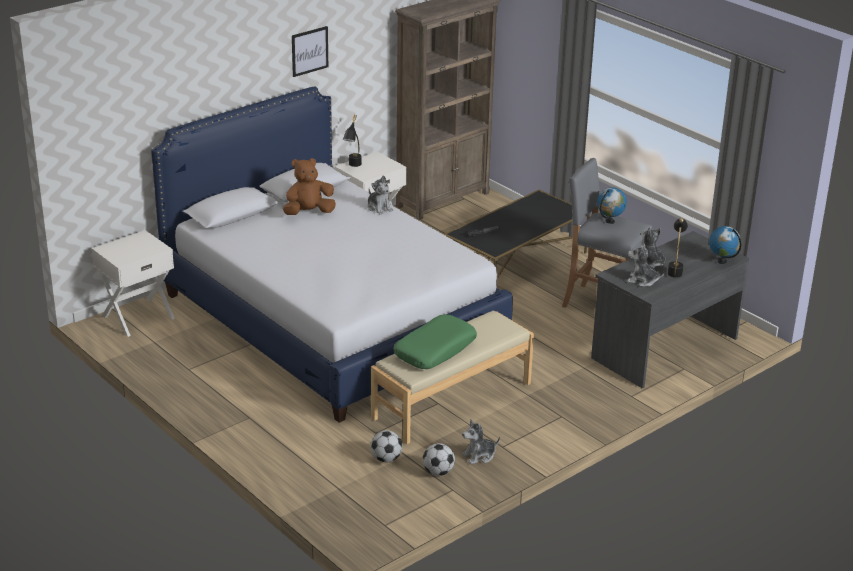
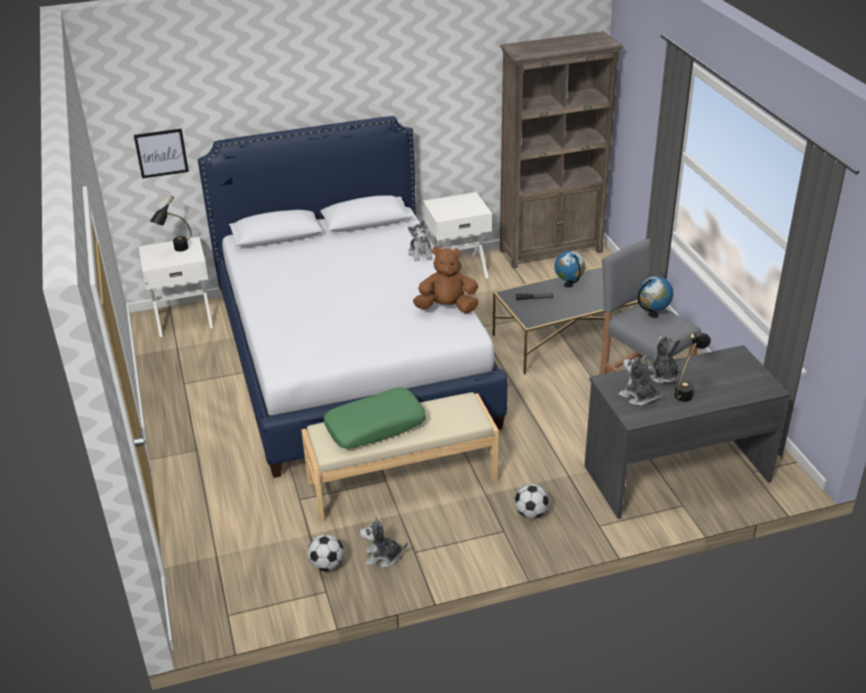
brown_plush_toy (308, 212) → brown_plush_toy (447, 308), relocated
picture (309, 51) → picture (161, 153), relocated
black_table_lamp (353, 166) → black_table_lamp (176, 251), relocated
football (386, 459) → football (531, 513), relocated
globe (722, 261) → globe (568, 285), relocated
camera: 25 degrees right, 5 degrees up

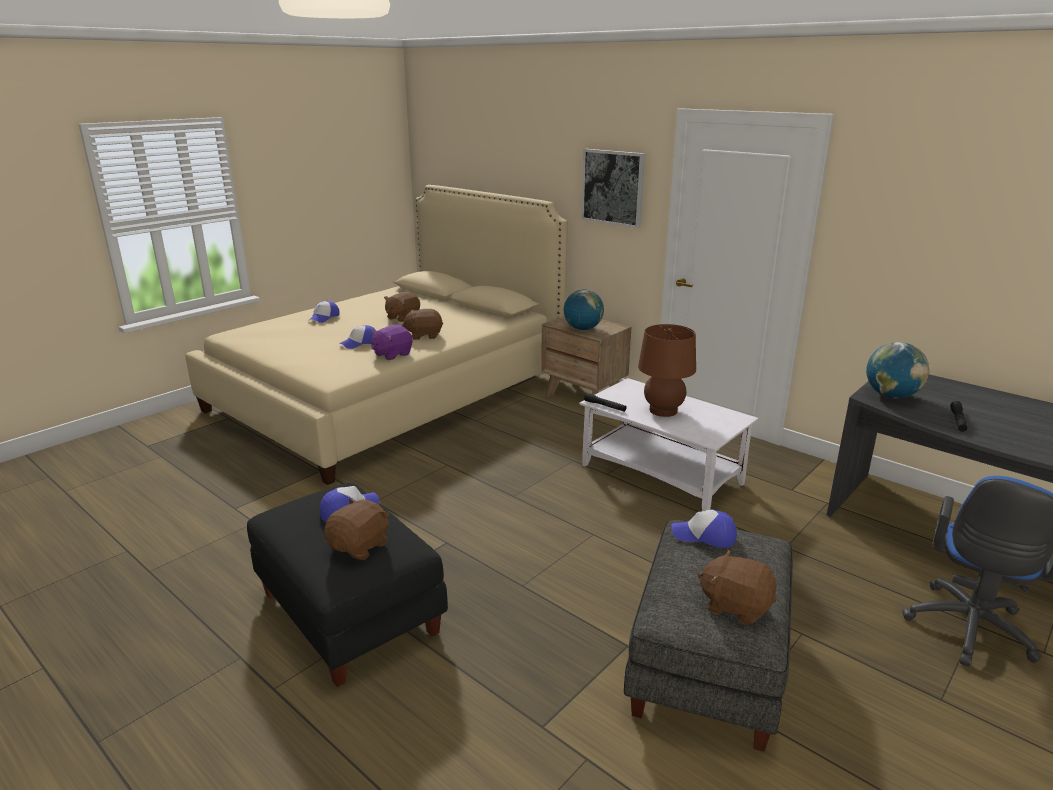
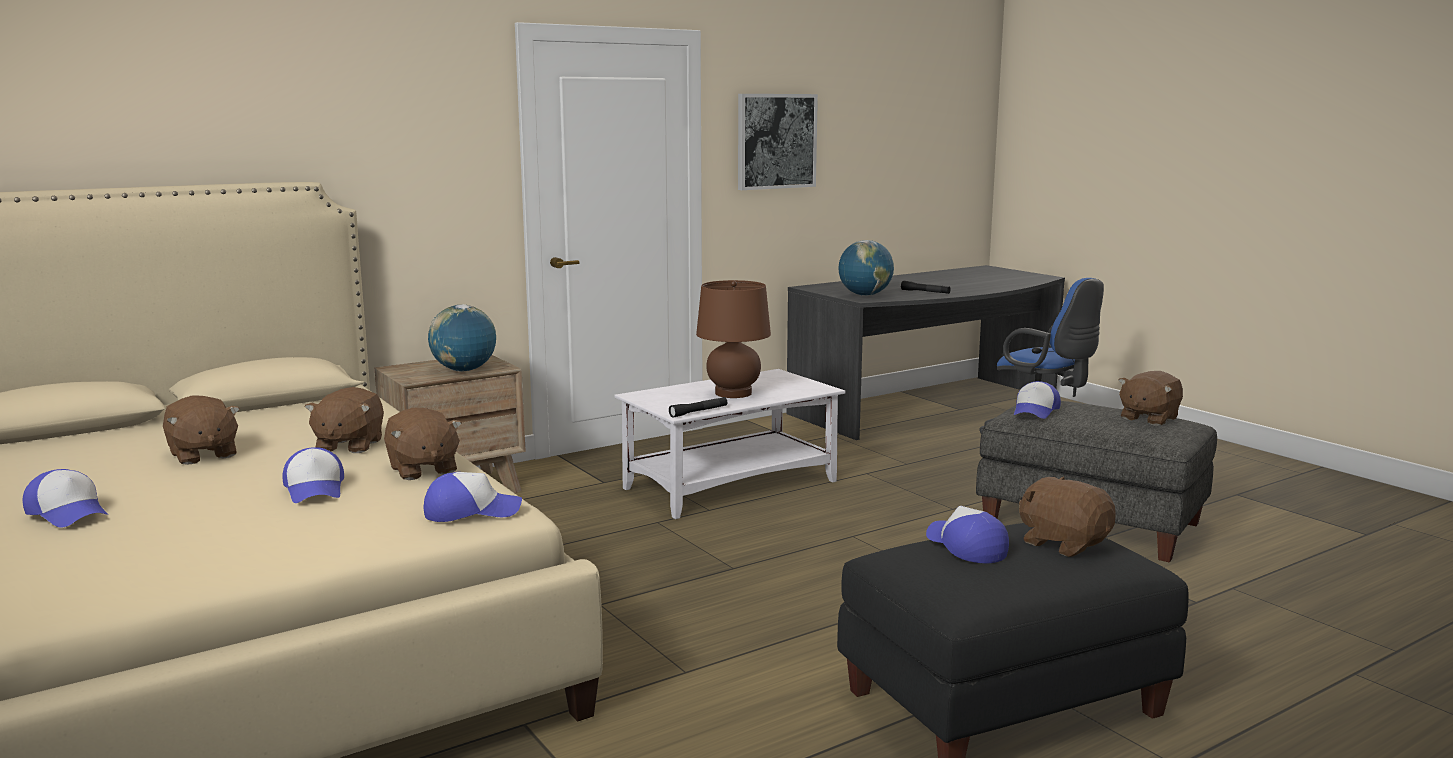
purple_plush_toy (392, 354) → brown_plush_toy (422, 470)
picture (613, 187) → picture (776, 141), relocated
- → cap (471, 512)
camera: 75 degrees left, 10 degrees down

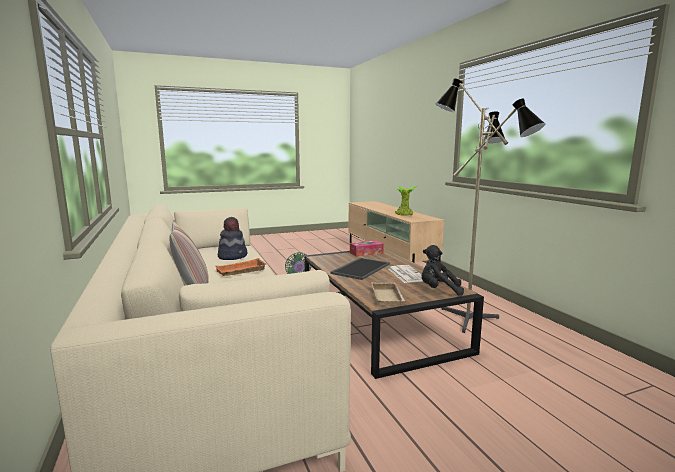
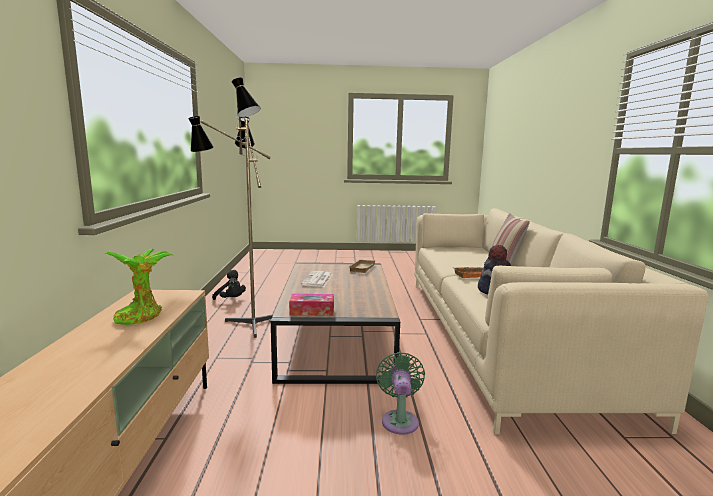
tray (360, 268) → -
black_plush_toy (439, 290) → black_plush_toy (231, 299), relocated
camera: 160 degrees left, 0 degrees up

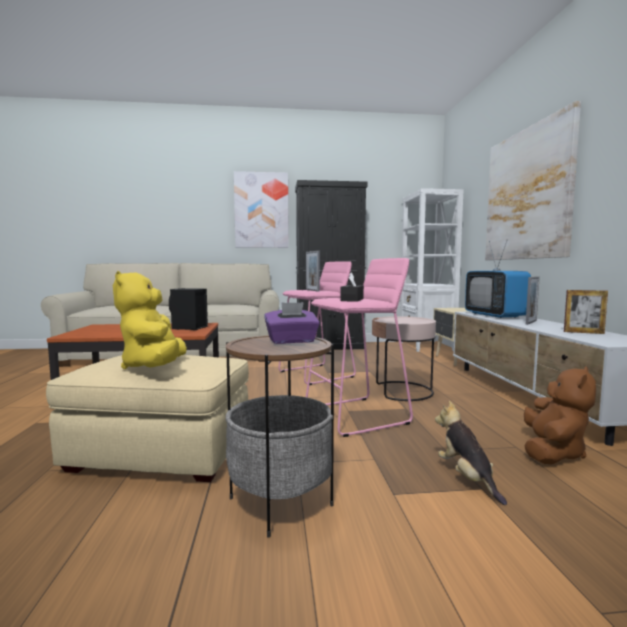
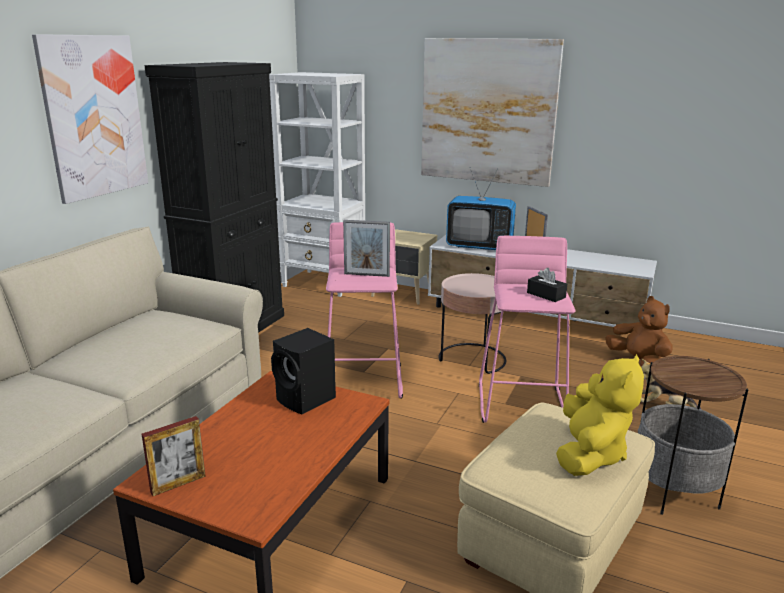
yellow_plush_toy (154, 367) → yellow_plush_toy (590, 454), 90 degrees counterclockwise
purple_tissue_box (292, 341) → -
picture_frame (583, 332) → picture_frame (178, 484), relocated
camera: 60 degrees left, 15 degrees up

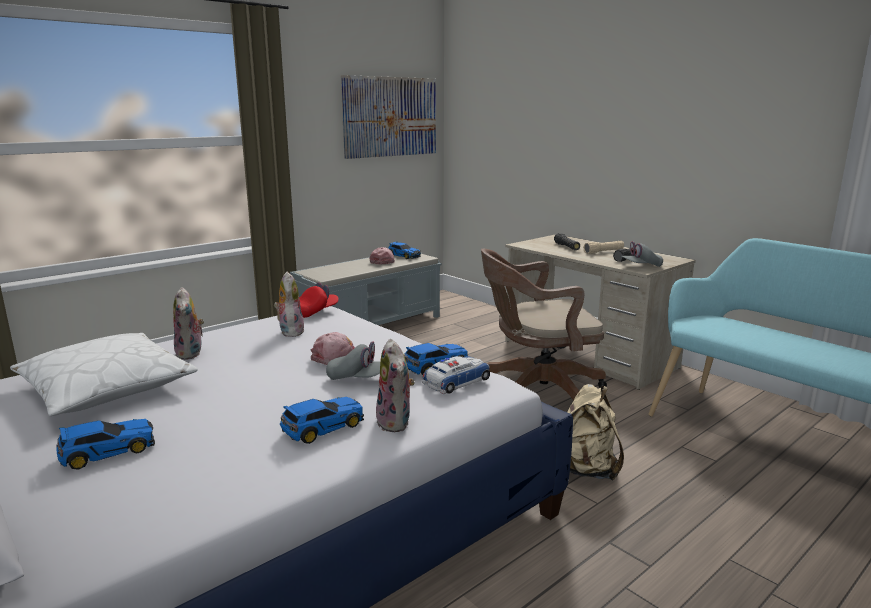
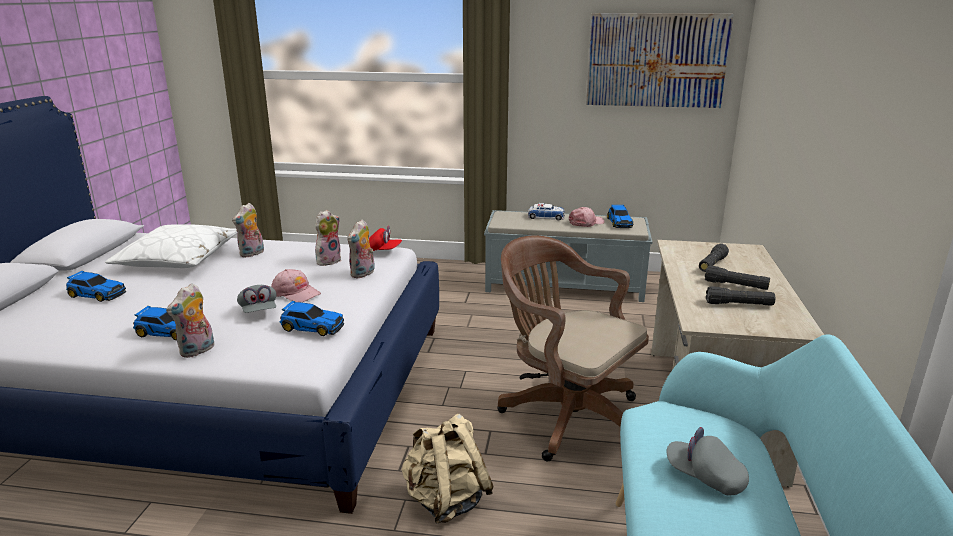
toy_car (457, 381) → toy_car (546, 217), relocated
beige_flashlight (603, 252) → black_flashlight (735, 285)
grey_cap (640, 266) → grey_cap (705, 477), relocated
- → plush_toy (363, 274)
camera: 50 degrees right, 5 degrees up

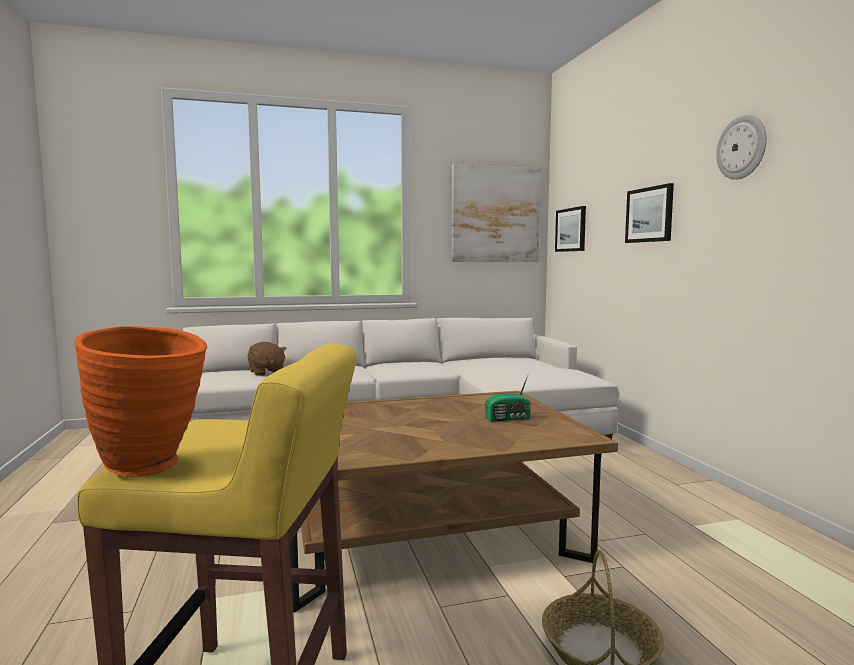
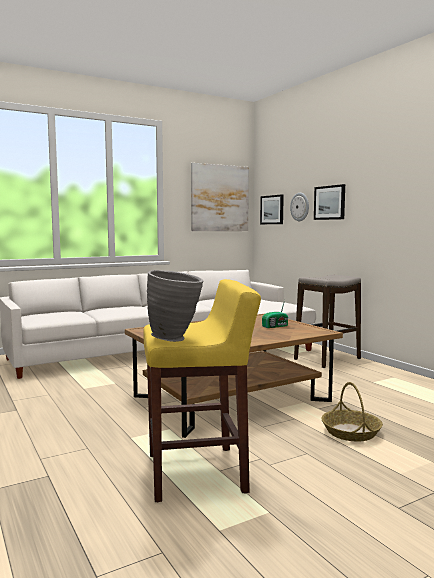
orange_vase (152, 469) → grey_vase (176, 339)
brown_plush_toy (266, 372) → -
wall_clock (742, 147) → wall_clock (300, 207), relocated
- → stool (327, 359)
camera: 15 degrees left, 0 degrees up

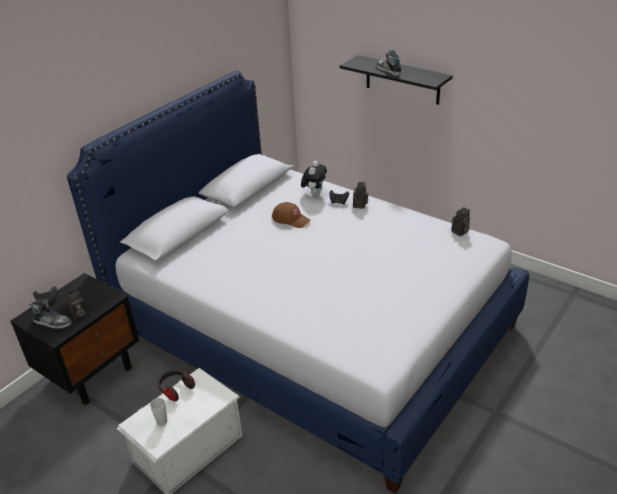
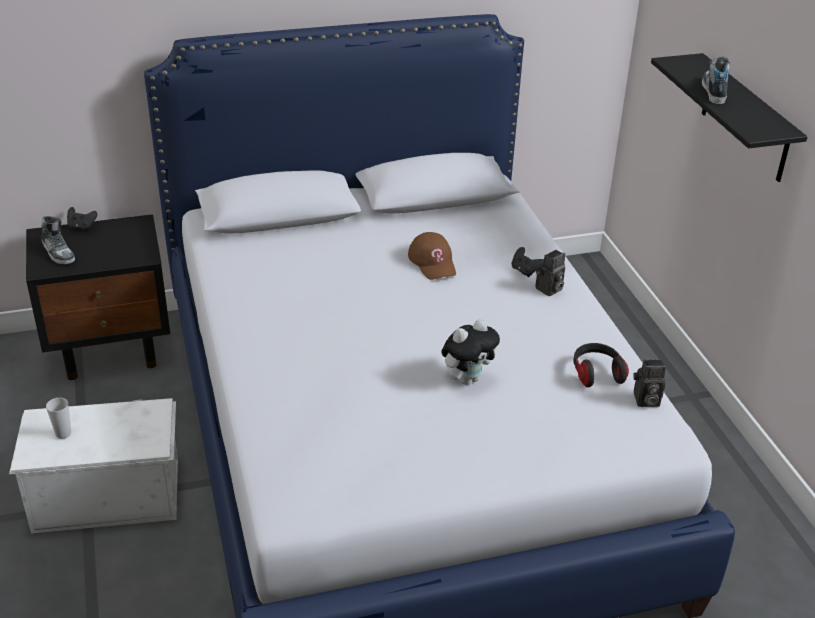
photo_camera (78, 314) → -
headphones (175, 389) → headphones (596, 373), relocated
plush_toy (314, 194) → plush_toy (467, 378), relocated
camera: 35 degrees right, 0 degrees up

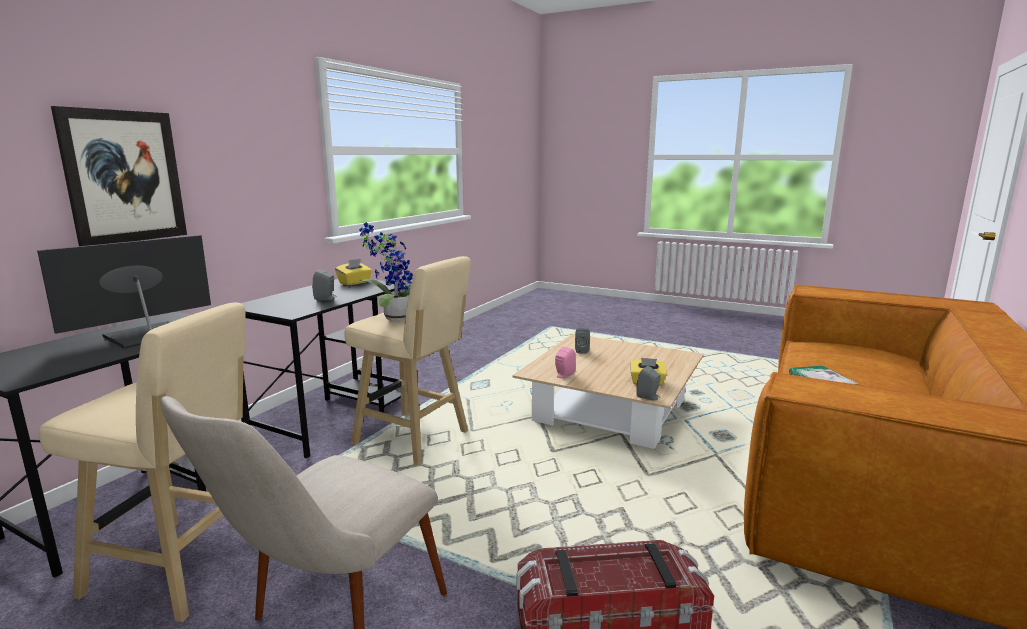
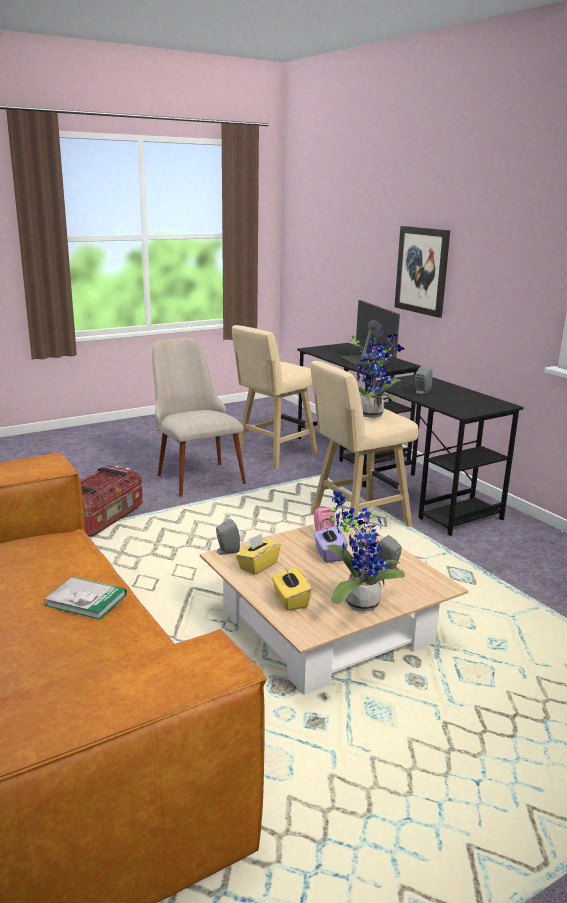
yellow_tissue_box (355, 283) → yellow_tissue_box (290, 600), relocated
- → purple_tissue_box (329, 554)
- → potted_plant (357, 602)
camera: 120 degrees right, 5 degrees up

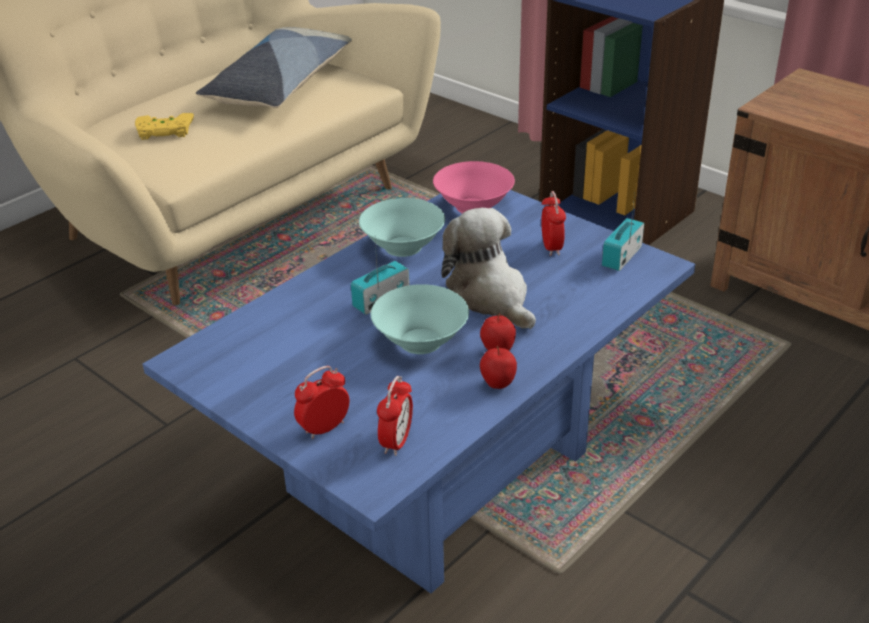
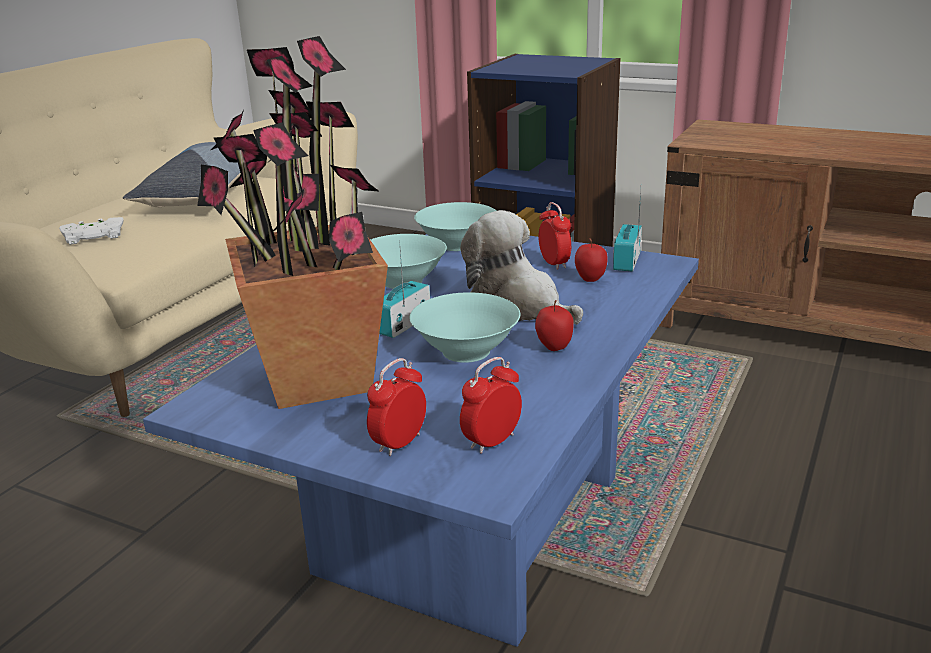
yellow_game_controller (164, 131) → white_game_controller (93, 236)
alarm_clock (396, 442) → alarm_clock (492, 442), 135 degrees counterclockwise
pink_bowl (474, 206) → turquoise_bowl (457, 244)
apple (497, 385) → apple (590, 280), relocated
- → potted_plant (316, 379)
camera: 15 degrees left, 10 degrees down

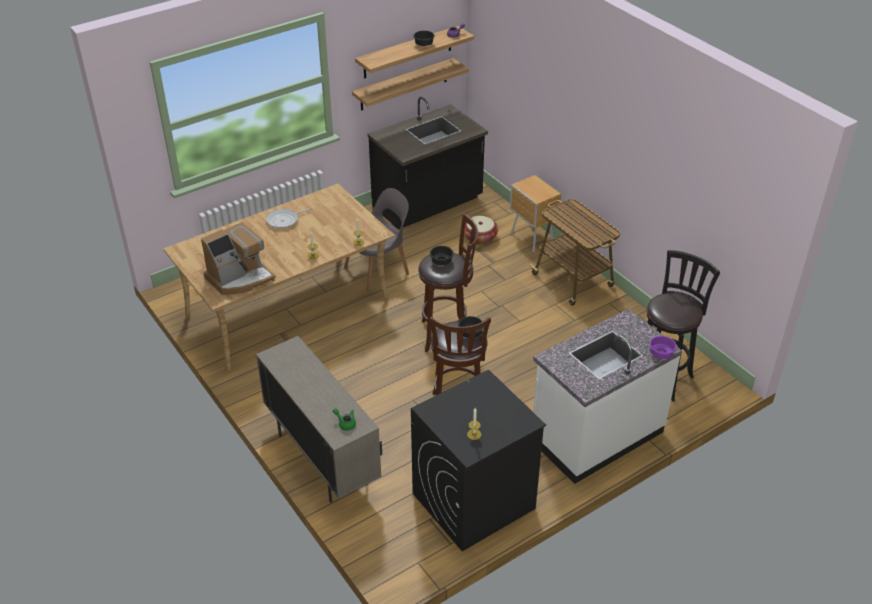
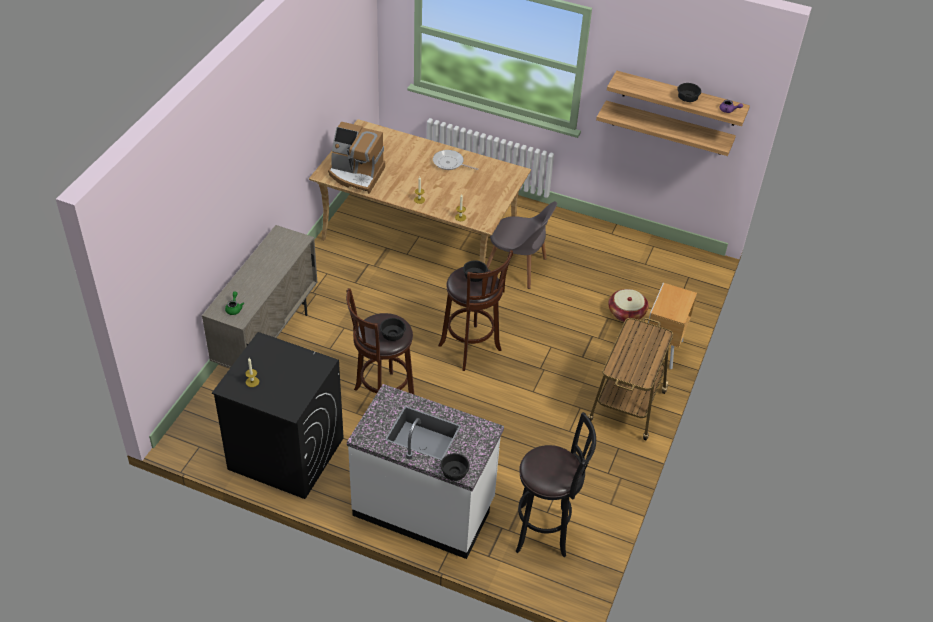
black_counter (428, 204) → -
purple_bowl (660, 353) → black_bowl (455, 472)
camera: 55 degrees right, 5 degrees up

